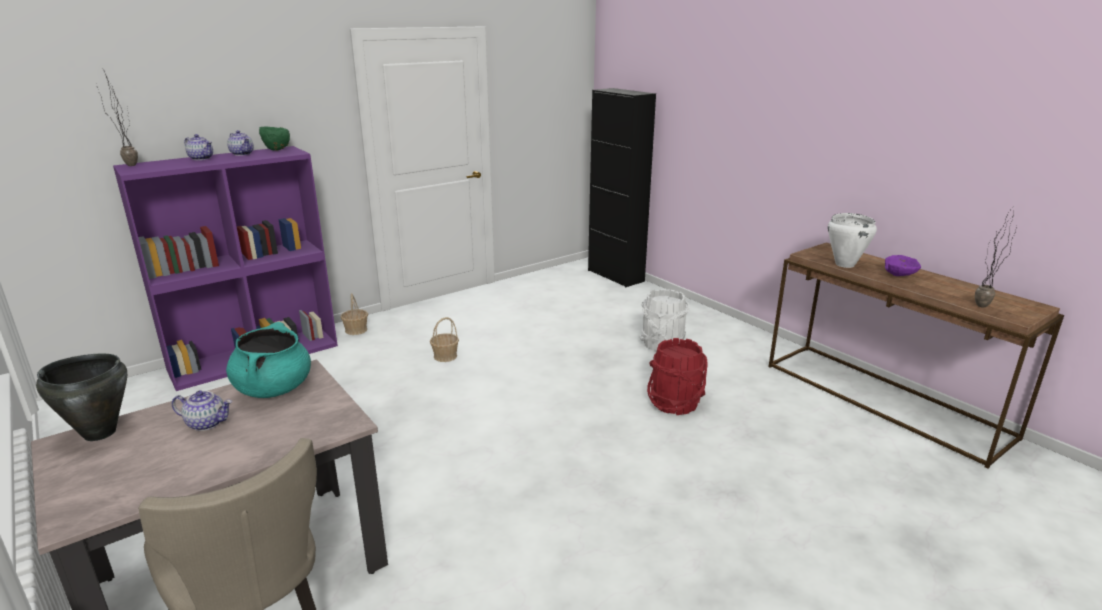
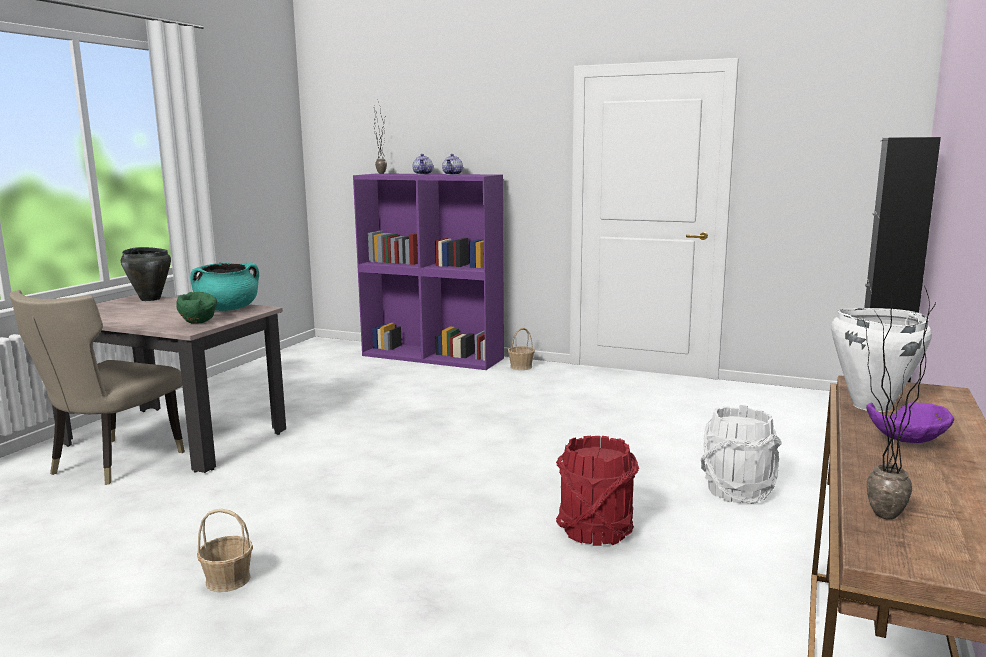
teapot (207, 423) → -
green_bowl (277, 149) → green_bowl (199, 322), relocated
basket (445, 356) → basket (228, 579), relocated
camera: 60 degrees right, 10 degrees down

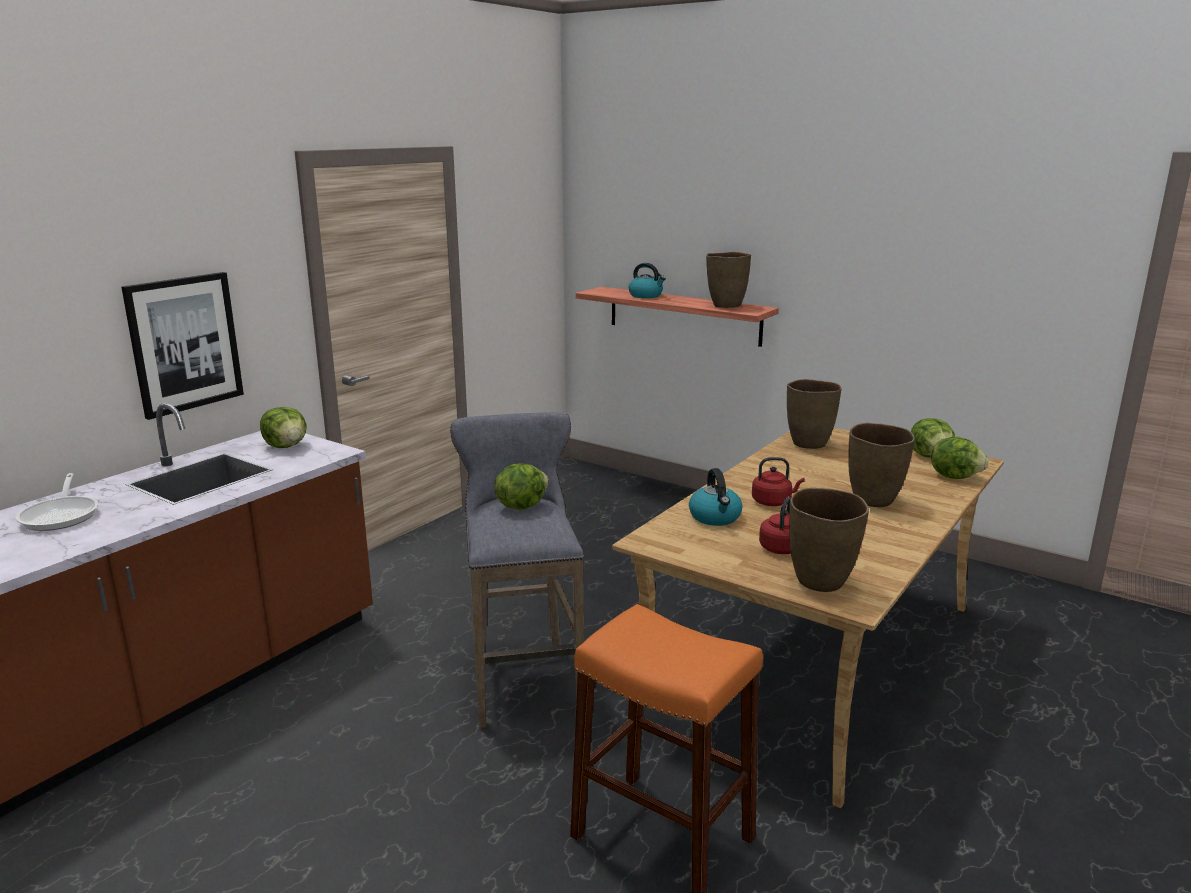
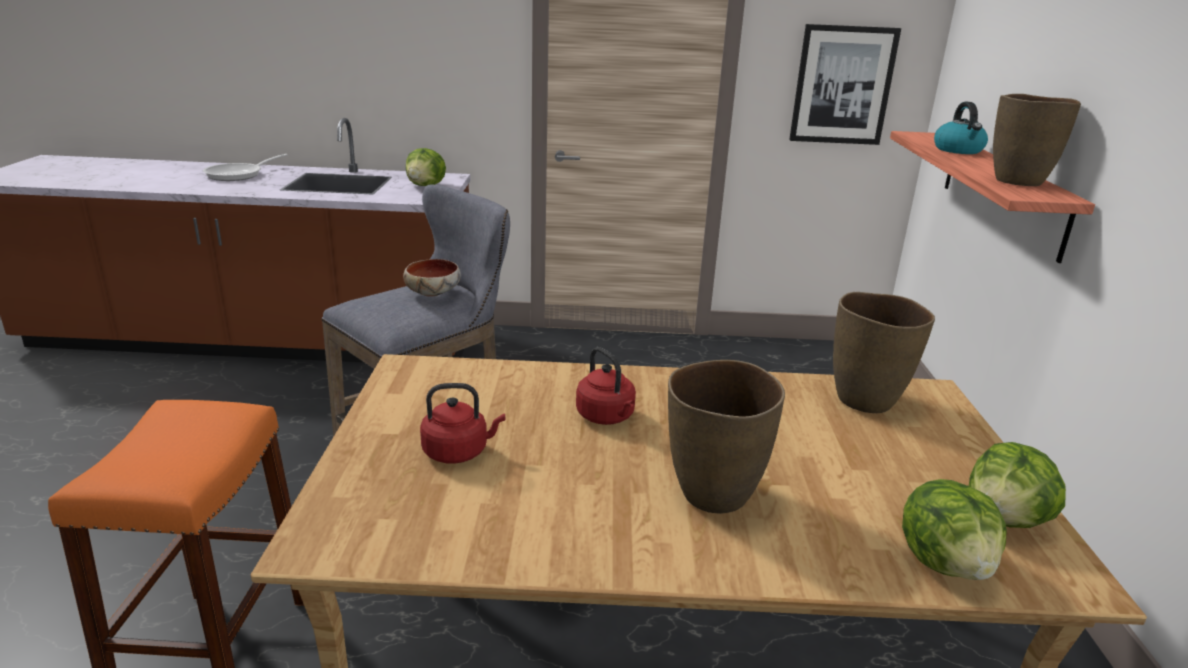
picture (184, 343) → picture (842, 85), relocated
lettuce (521, 505) → bowl (433, 292)
kettle (715, 517) → -
brown_vase (821, 582) → -
camera: 55 degrees right, 5 degrees up

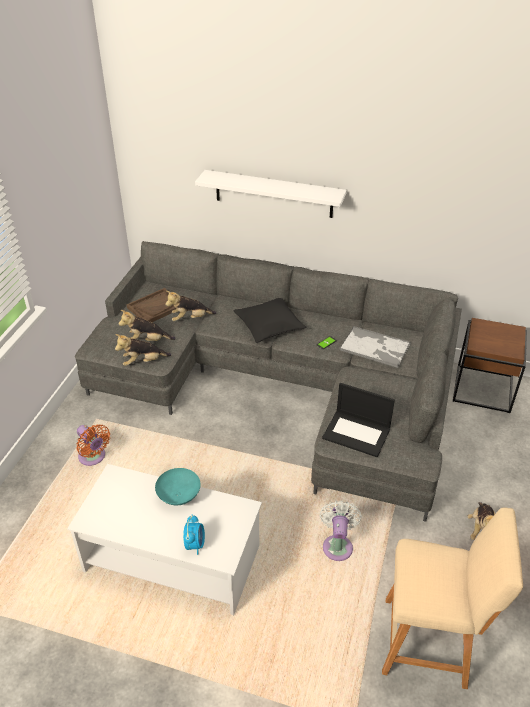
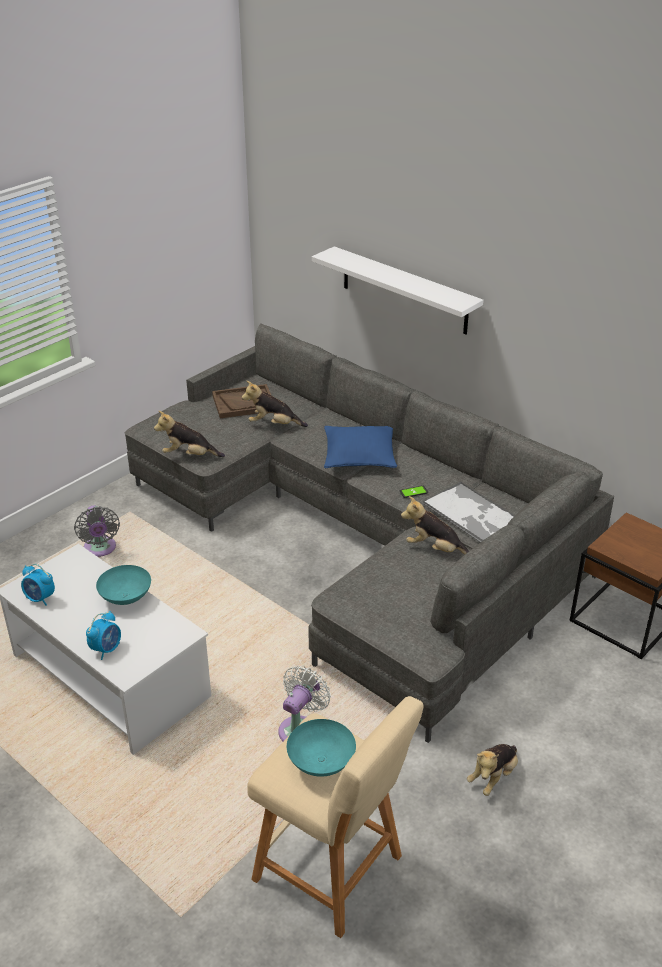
orange_fan (93, 457) → grey_fan (100, 549)
plush_toy (147, 341) → plush_toy (435, 549), relocated
black_pillow (269, 326) → blue_pillow (359, 456)
laptop (357, 433) → -
- → alarm_clock (40, 598)
- → turquoise_bowl (321, 761)
camera: 25 degrees right, 5 degrees down

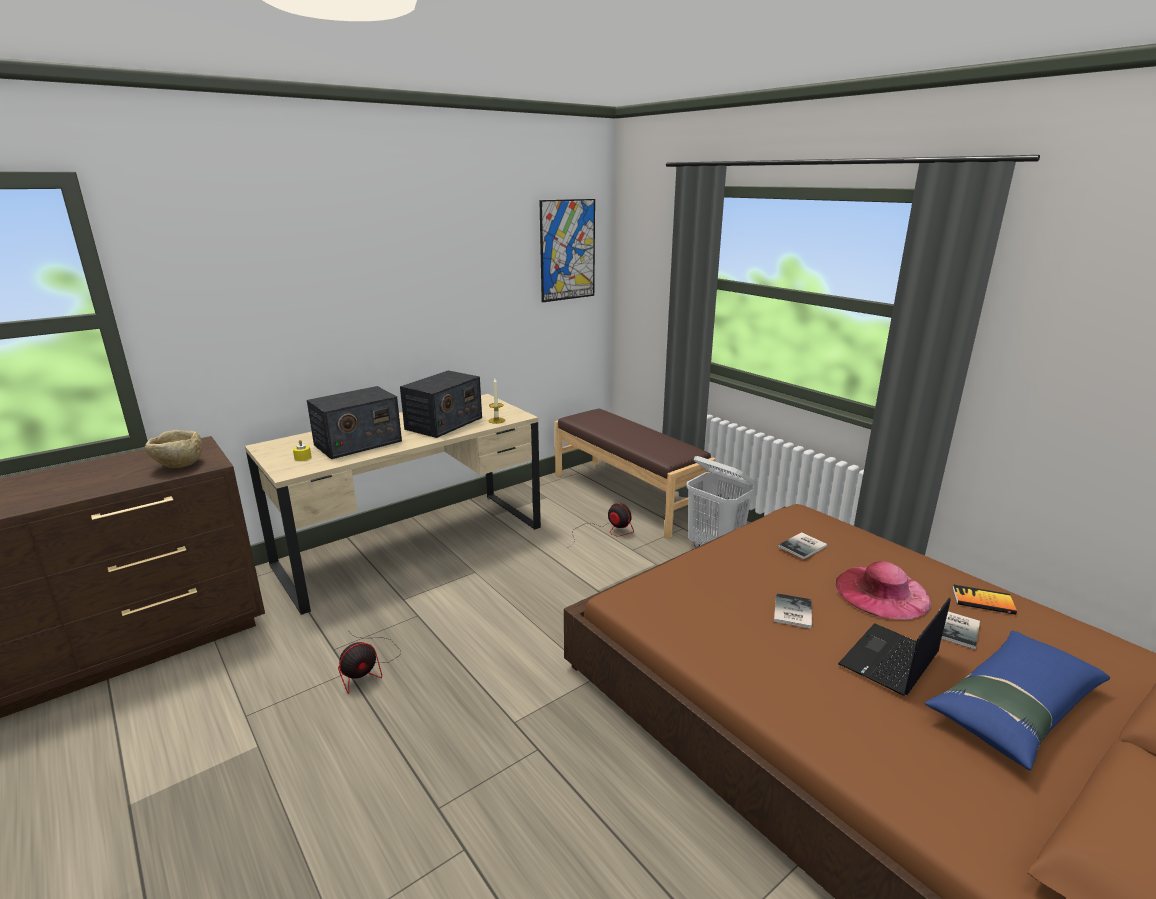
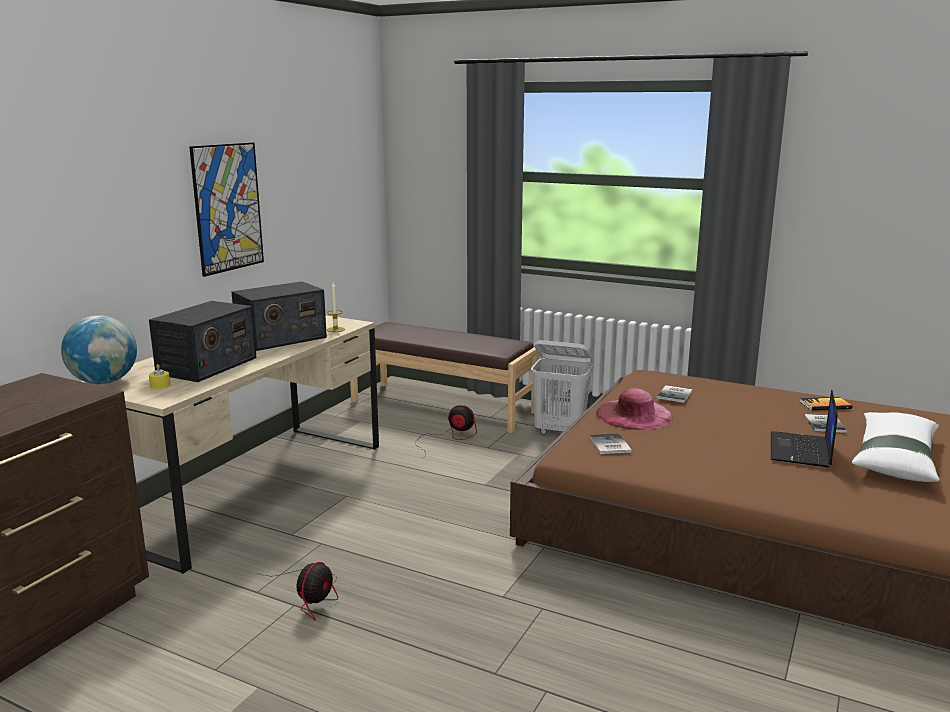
beige_bowl (179, 466) → -
radio (443, 423) → radio (281, 338), 45 degrees clockwise
picture (567, 250) → picture (228, 208), relocated
book (791, 612) → book (609, 445), relocated
pink_hat (882, 592) → pink_hat (634, 415), relocated
blue_pillow (1014, 707) → white_pillow (895, 458)
- → globe (104, 382)
camera: 25 degrees left, 5 degrees down

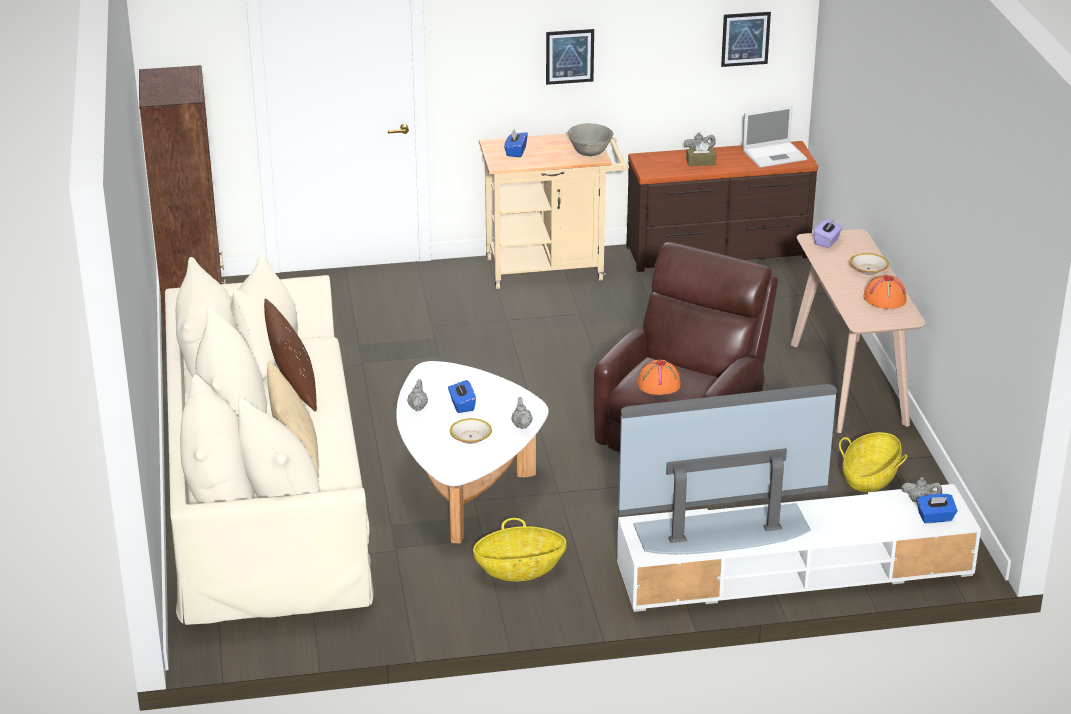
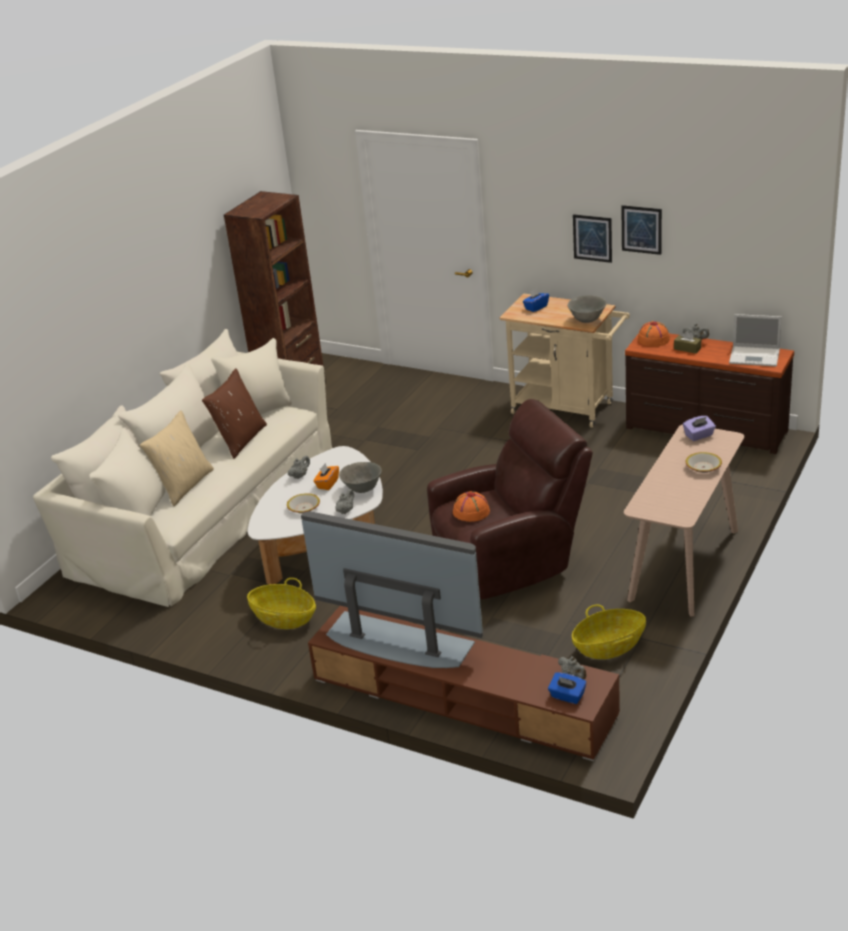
blue_tissue_box (462, 405) → orange_tissue_box (327, 484)
white_tv_stand (793, 570) → brown_tv_stand (461, 696)
picture (745, 39) → picture (641, 229), relocated
orange_hat (884, 298) → orange_hat (653, 339), relocated
- → grey_bowl (362, 489)
camera: 40 degrees right, 0 degrees up

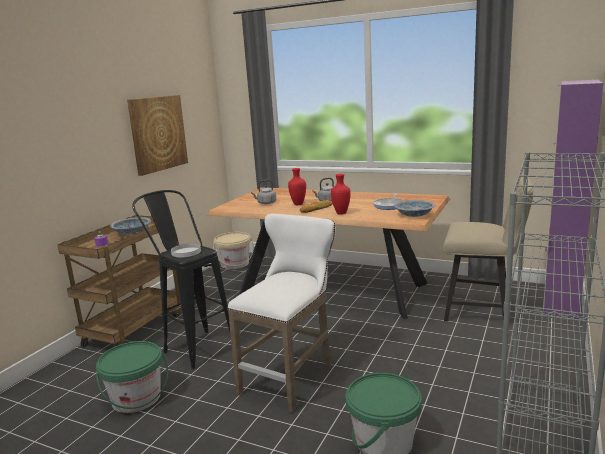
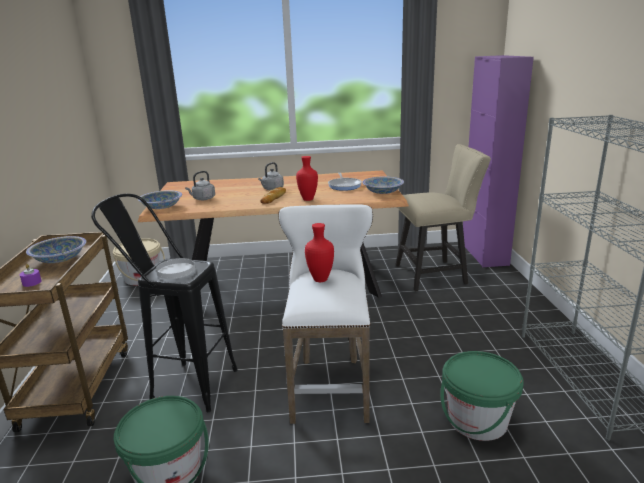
picture (158, 133) → -
red_vase (298, 204) → red_vase (320, 279), relocated
- → bowl (161, 207)
camera: 30 degrees left, 5 degrees up

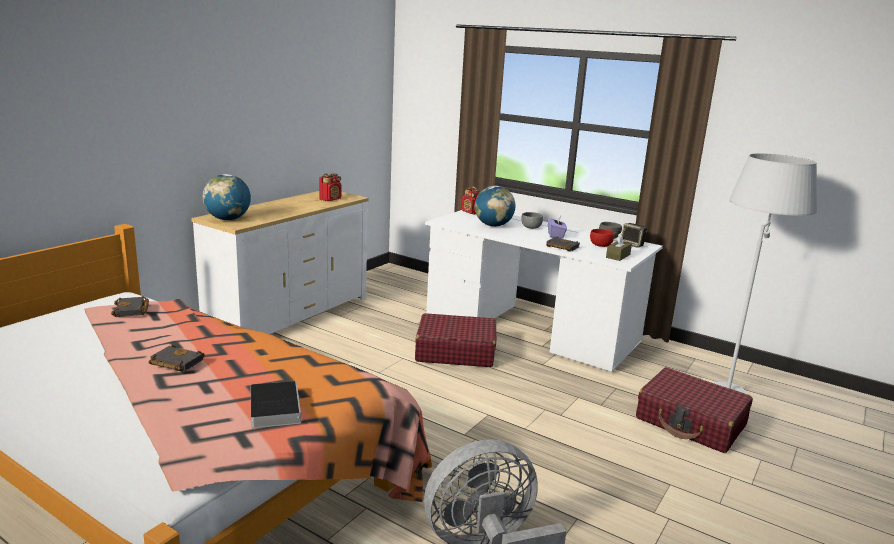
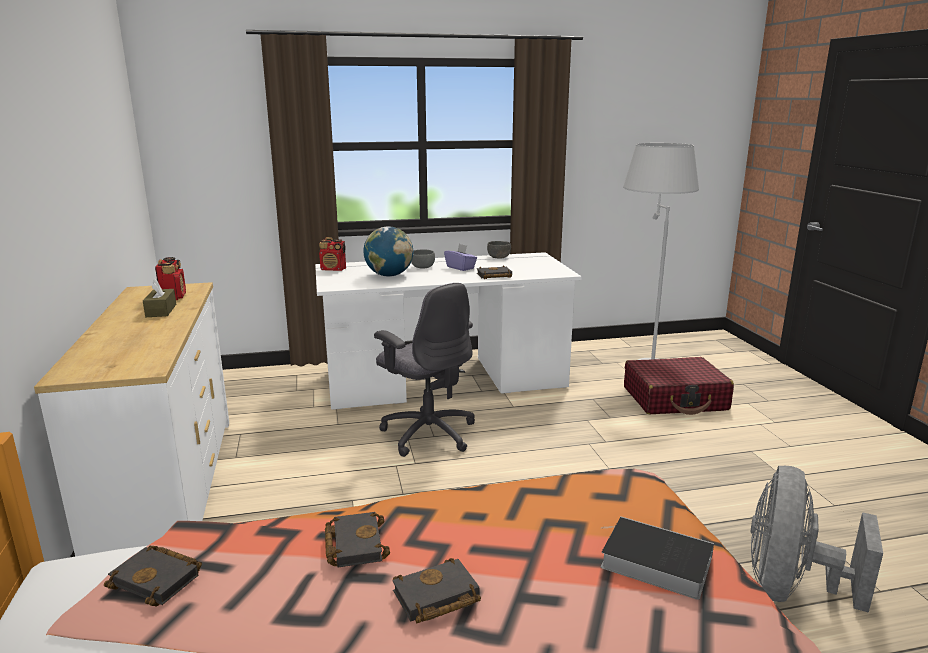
globe (228, 219) → -
red_suitcase (455, 352) → grey_office_chair (428, 433)
red_bowl (600, 245) → -
brown_tissue_box (618, 256) → brown_tissue_box (161, 310), relocated
speaker (632, 245) → -
- → black_book (354, 543)
camera: 45 degrees left, 0 degrees up

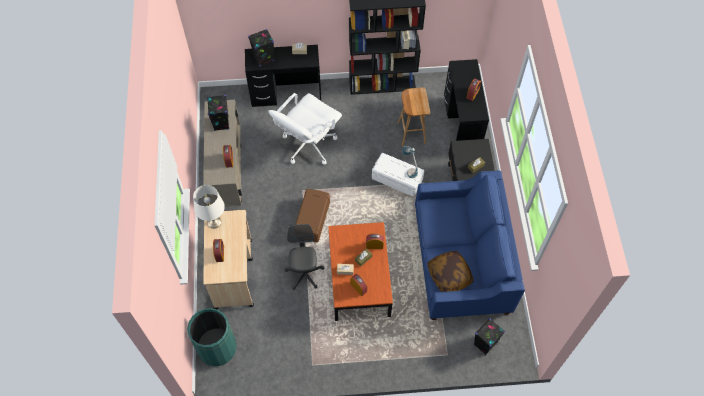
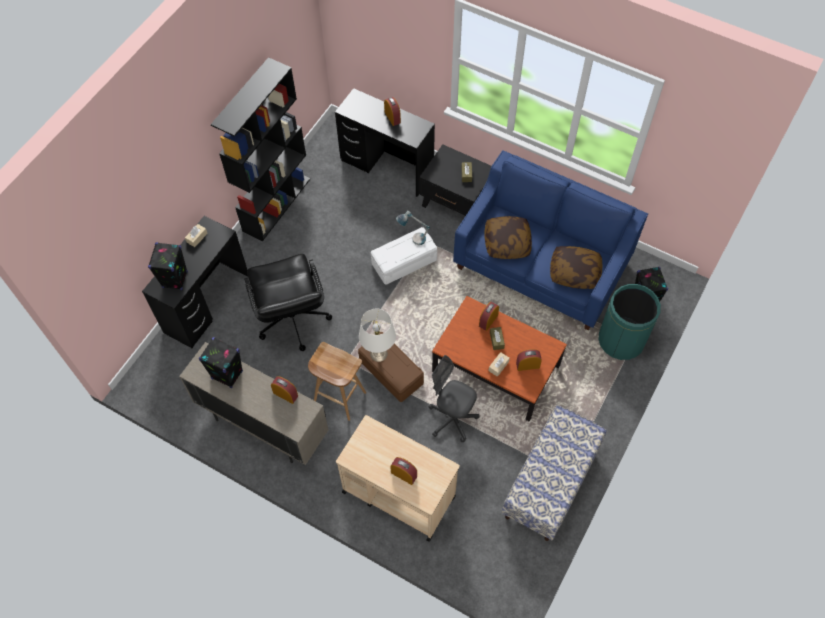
green_trash_can (217, 348) → green_trash_can (621, 340), relocated
white_table_lamp (214, 222) → white_table_lamp (378, 353), relocated
white_office_chair (308, 145) → black_office_chair (292, 320)
brown_stool (411, 132) → brown_stool (339, 397), relocated
- → pillow (507, 243)
- → bench (550, 483)
camera: 55 degrees left, 0 degrees up

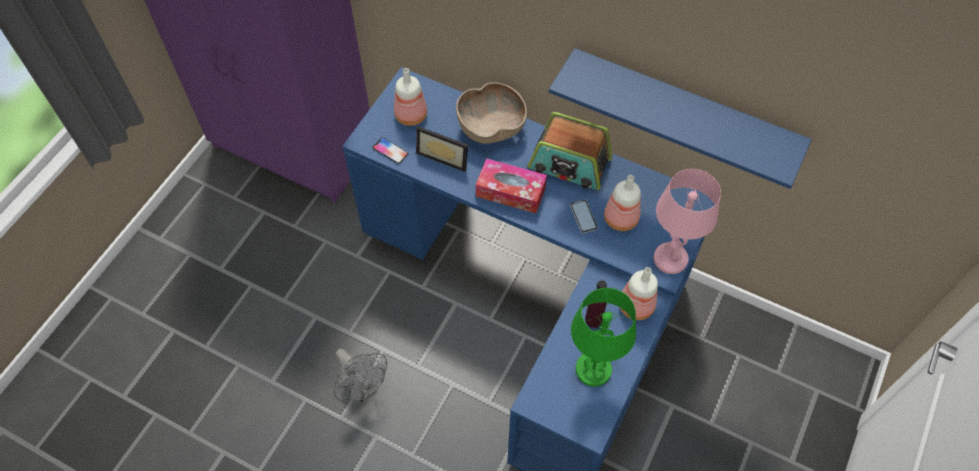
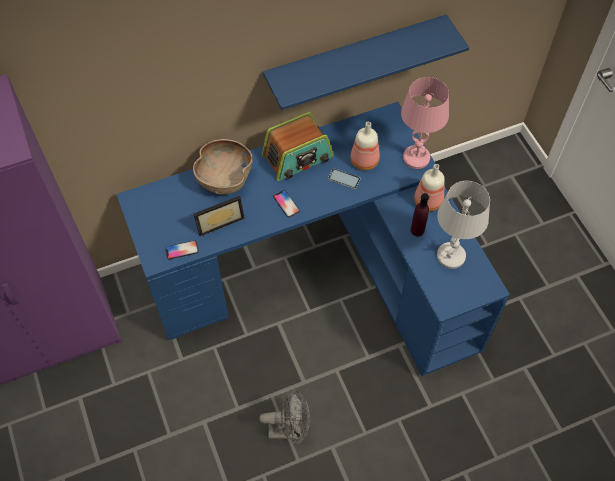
bottle (411, 116) → -
tissue_box (510, 191) → phone (286, 204)
green_table_lamp (593, 369) → white_table_lamp (451, 255)
camera: 50 degrees left, 0 degrees up

